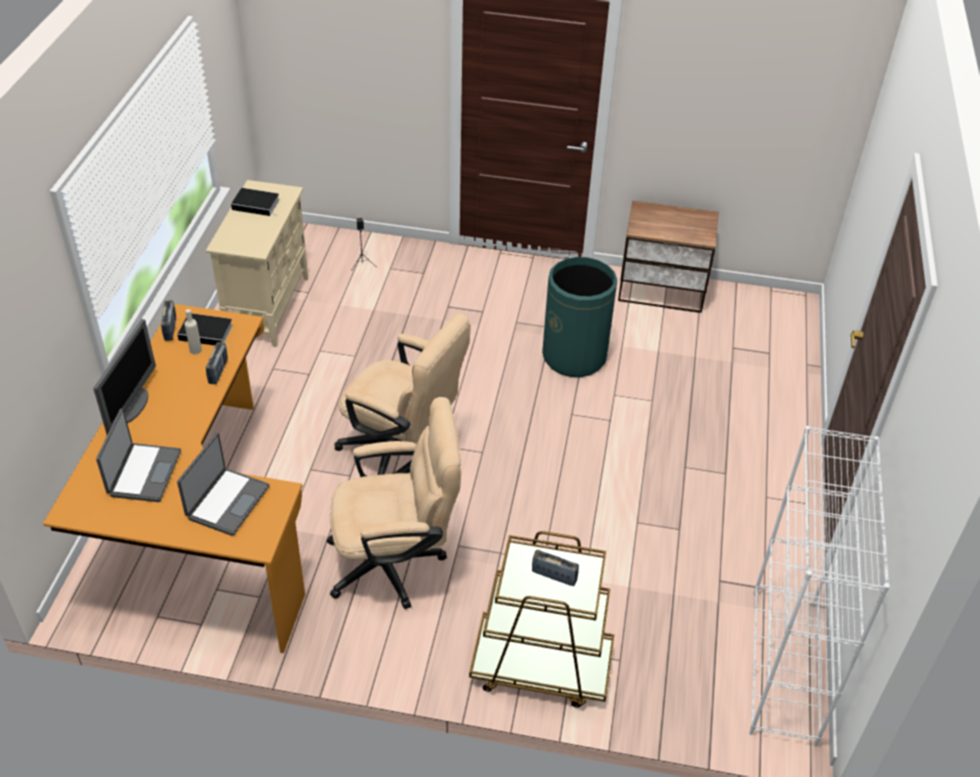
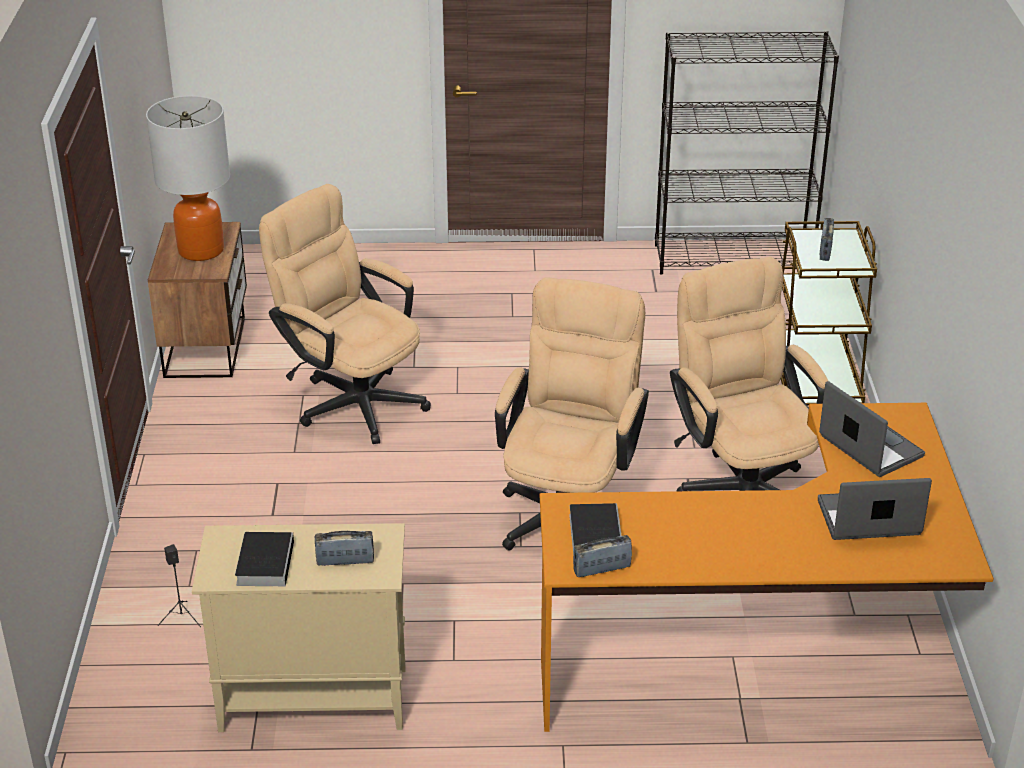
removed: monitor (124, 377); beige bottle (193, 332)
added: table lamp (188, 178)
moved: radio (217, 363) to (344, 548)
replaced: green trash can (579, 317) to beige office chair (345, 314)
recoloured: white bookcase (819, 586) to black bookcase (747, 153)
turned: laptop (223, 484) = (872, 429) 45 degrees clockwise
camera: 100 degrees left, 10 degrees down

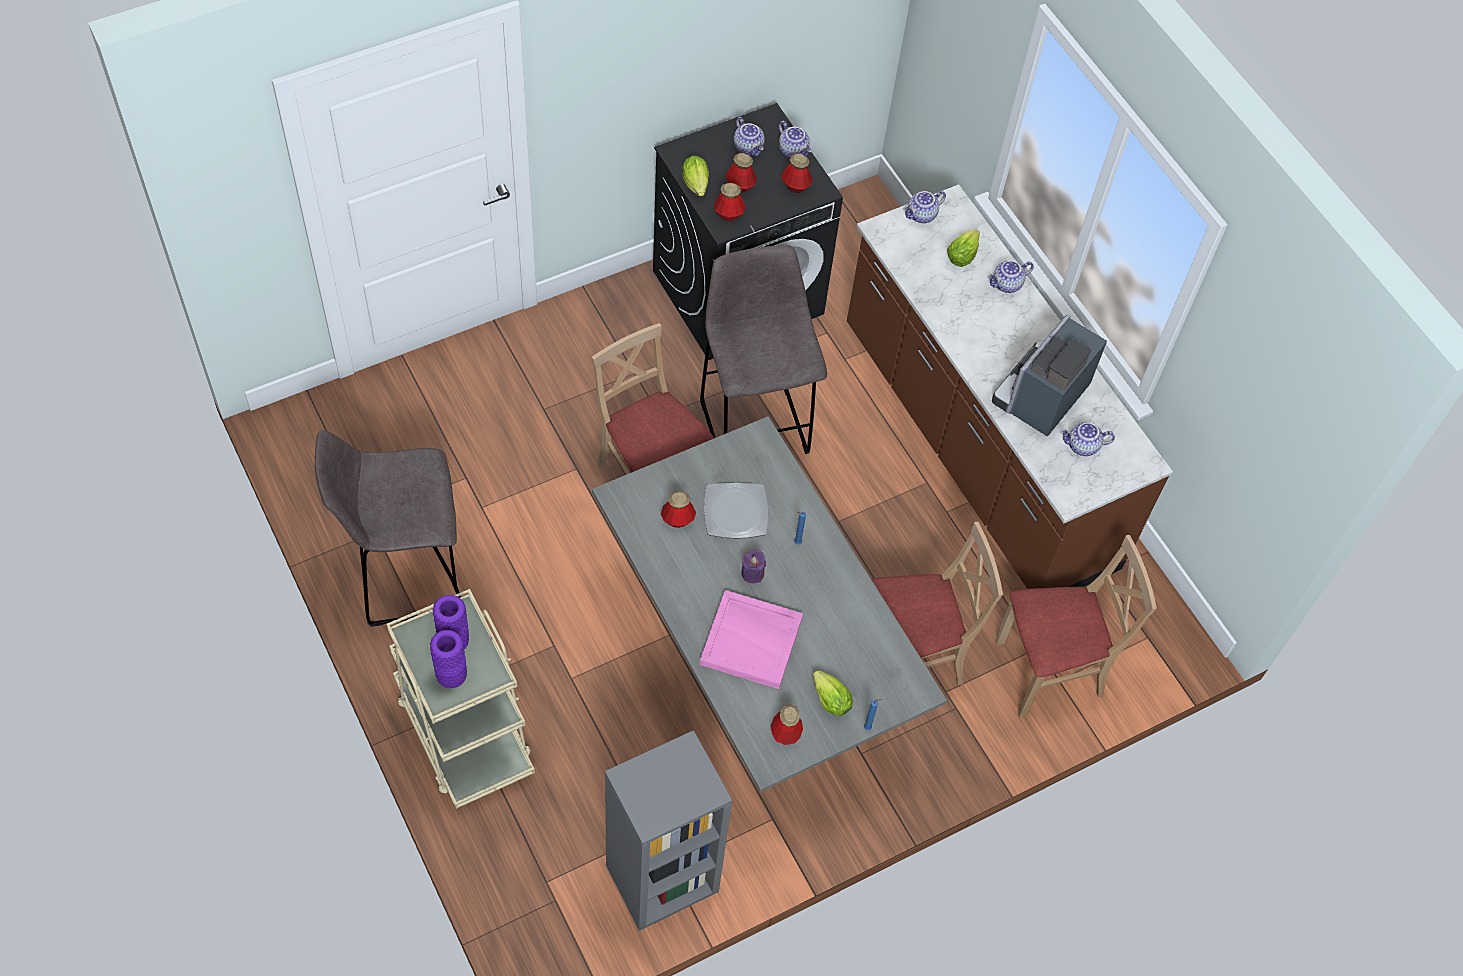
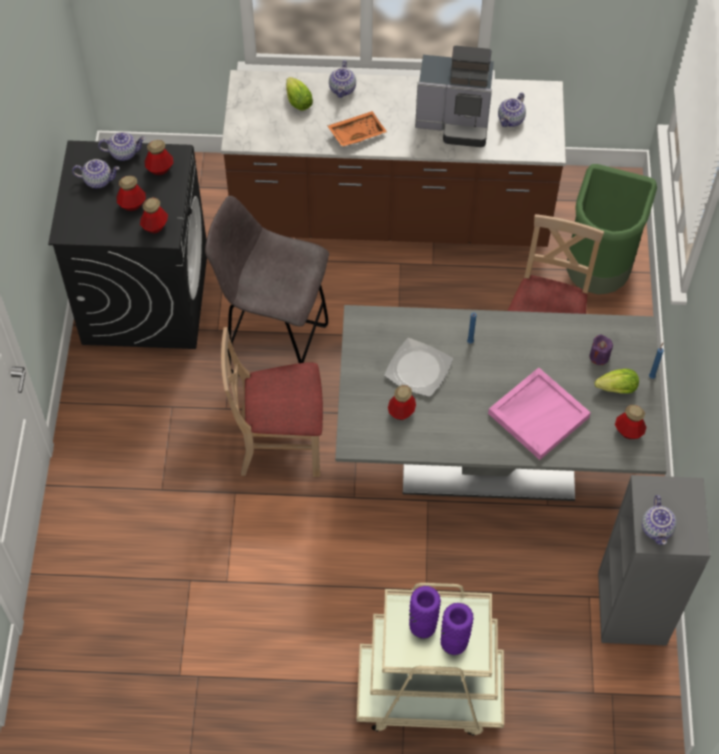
removed: grey stool (388, 528); lettuce (695, 176)
added: orange tray (357, 129)
moved: purple candle (753, 566) to (601, 349); teapot (924, 207) to (659, 520)
replaced: beige chair (1076, 626) to green trash can (612, 229)
turned: coffee machine (1049, 375) = (454, 96) 60 degrees counterclockwise
camera: 55 degrees left, 0 degrees up

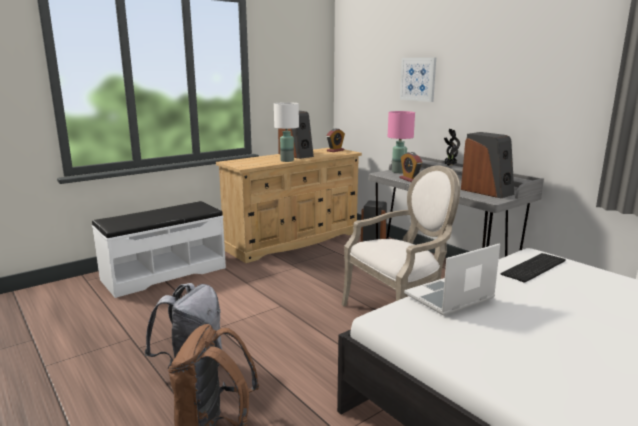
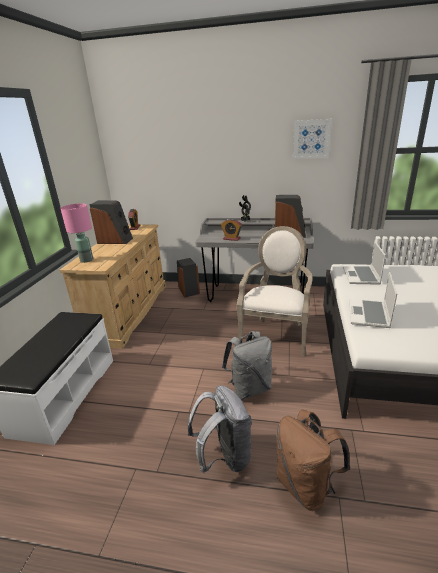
removed: white table lamp (286, 132)
added: grey backpack (247, 365)
moved: pink table lamp (401, 142) to (76, 233); picture (418, 79) to (312, 139)
replaced: keyboard (533, 268) to laptop (364, 263)
camera: 40 degrees left, 10 degrees up

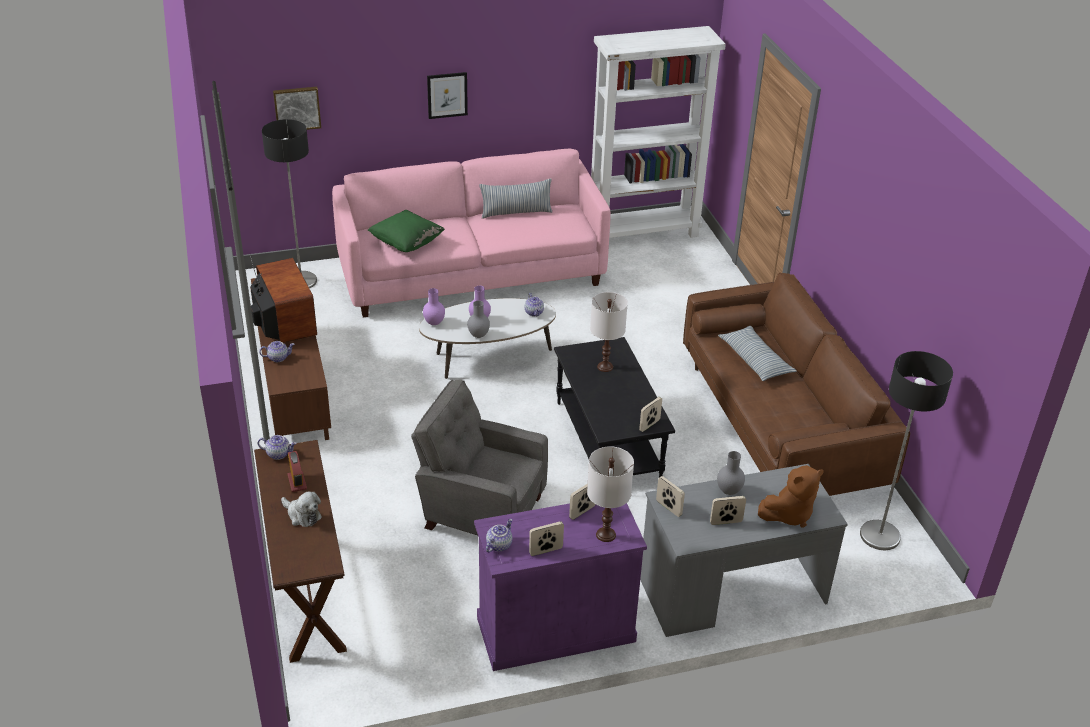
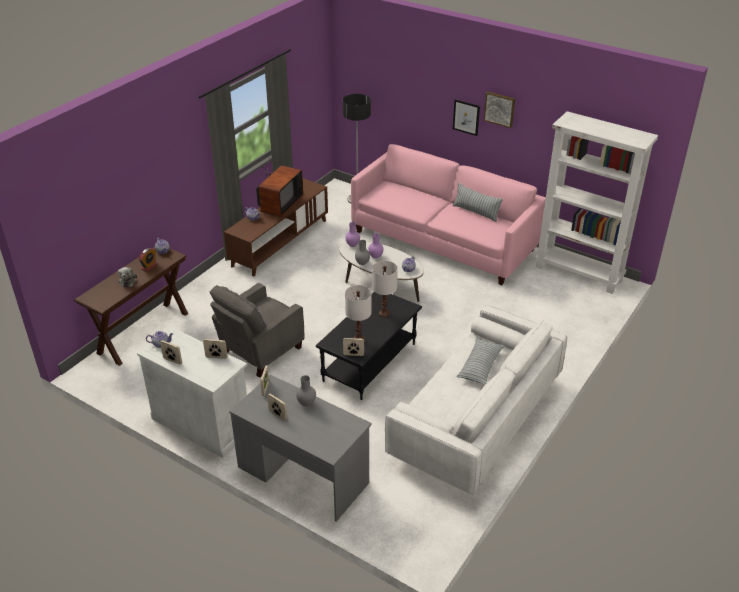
removed: green pillow (406, 231); brown plush toy (791, 496); floor lamp (906, 450)
moved: picture (297, 108) to (499, 110); white table lamp (610, 494) to (358, 312)
recoloured: purple cabinet (560, 587) to white cabinet (192, 392); brown sofa (796, 384) to white sofa (476, 400)
turned: grey armchair (479, 457) = (257, 330) 120 degrees counterclockwise
camera: 50 degrees right, 0 degrees up

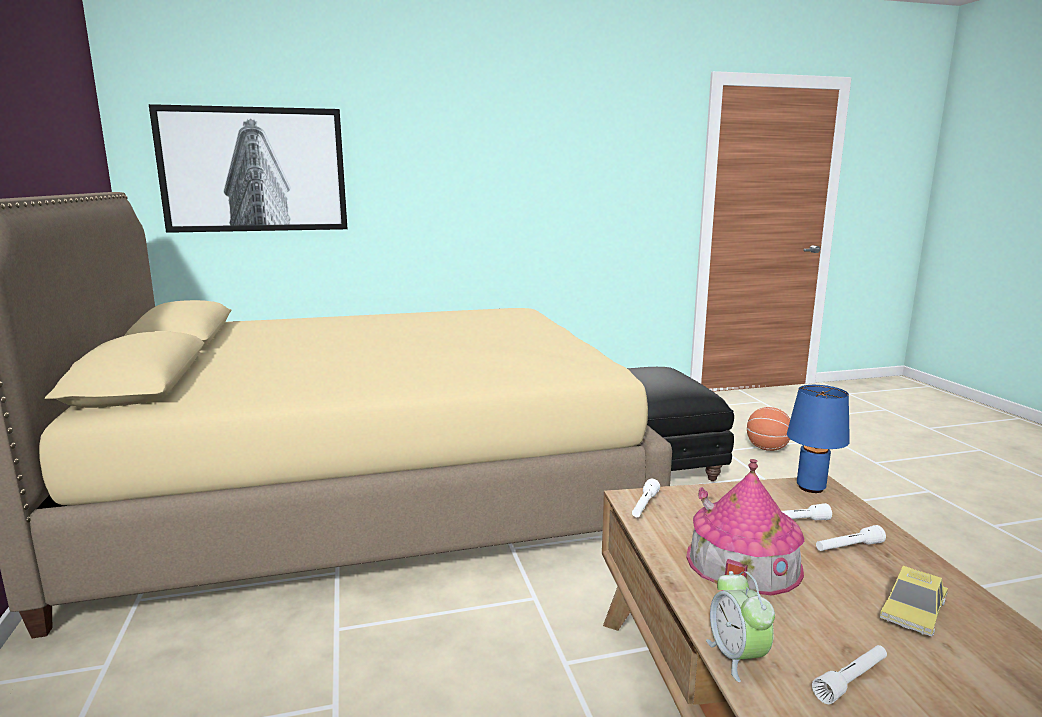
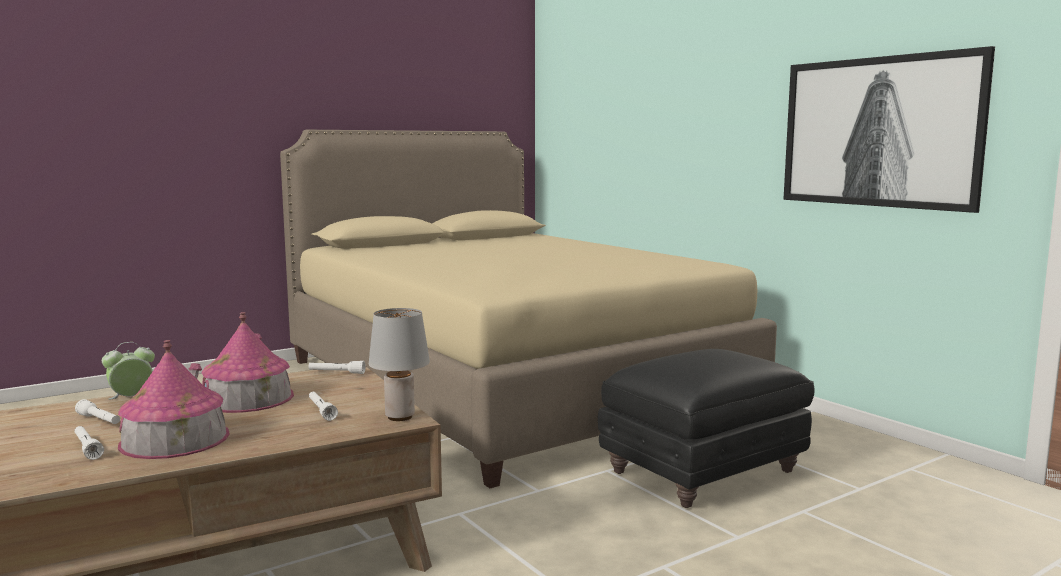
removed: basketball (768, 429)
moved: picture (248, 168) to (889, 129); white flashlight (851, 538) to (89, 443)
replaced: toy car (914, 601) to toy house (174, 399)
recoloured: blue table lamp (818, 439) to grey table lamp (399, 364)
camera: 70 degrees right, 5 degrees down

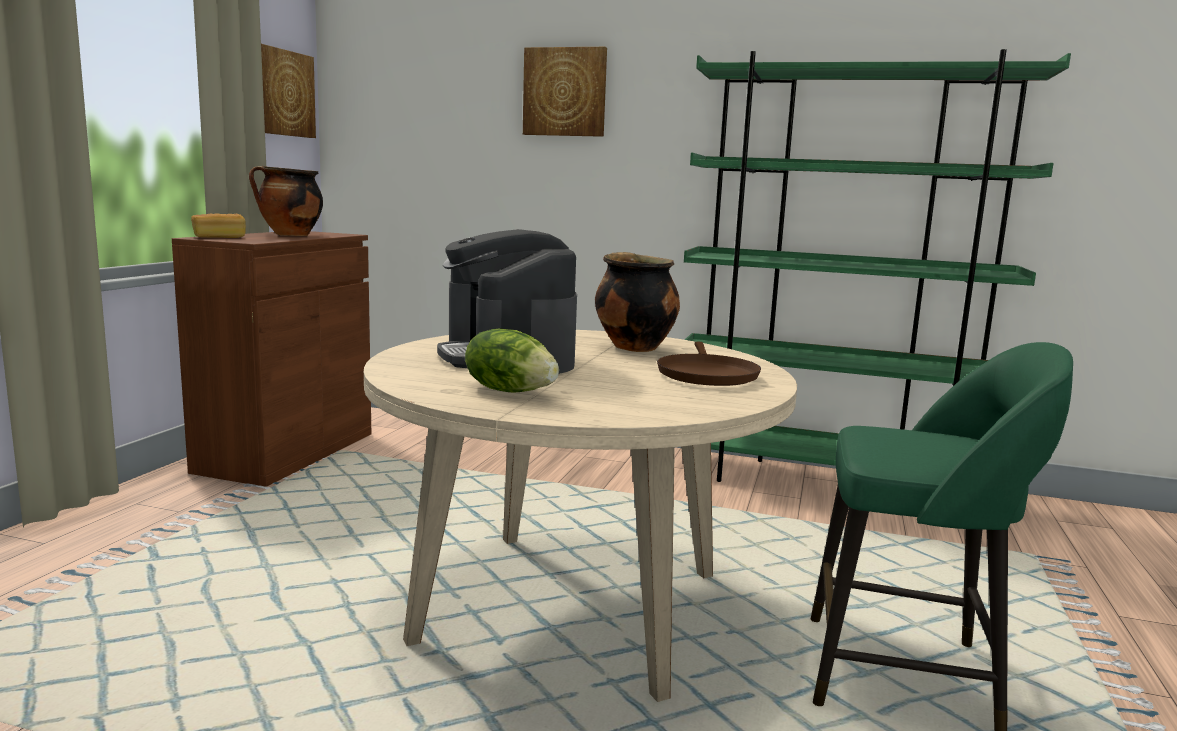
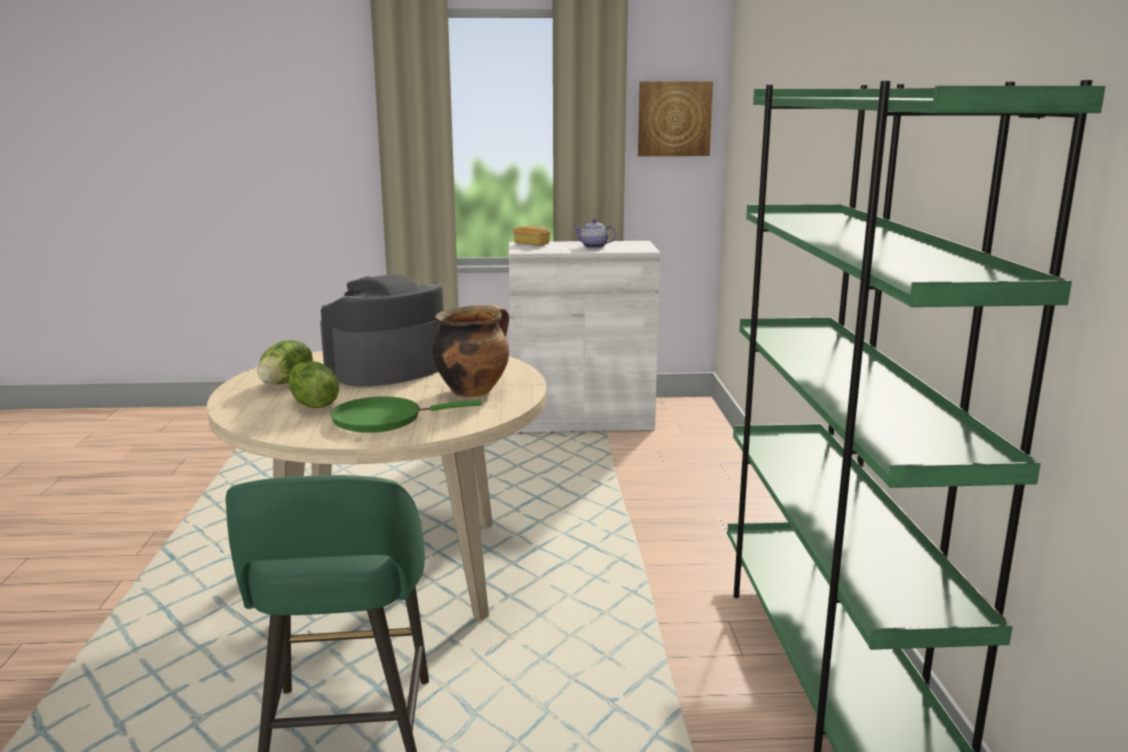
removed: picture (565, 92)
added: lettuce (313, 384)
replaced: cooking pot (286, 201) to teapot (594, 233)
recoloured: brown cabinet (271, 359) to white cabinet (585, 337); brown frying pan (709, 364) to green frying pan (406, 415)
camera: 70 degrees right, 5 degrees up

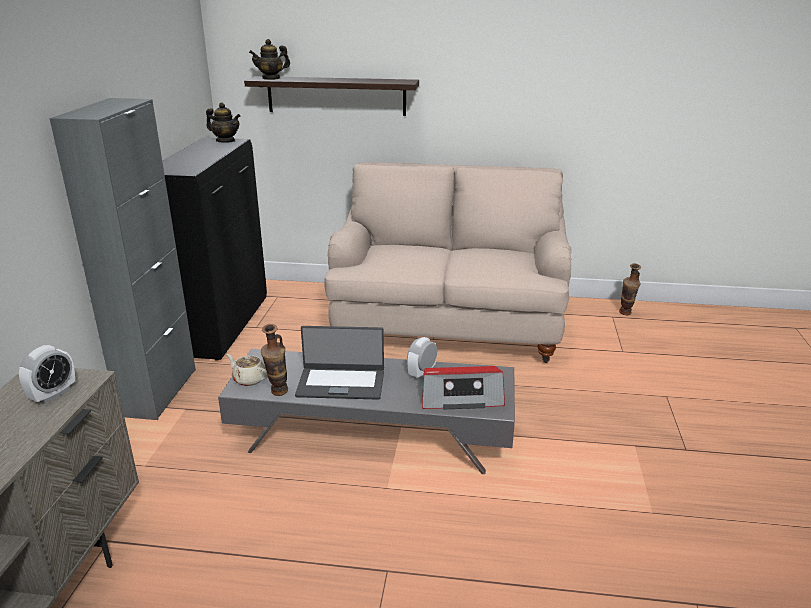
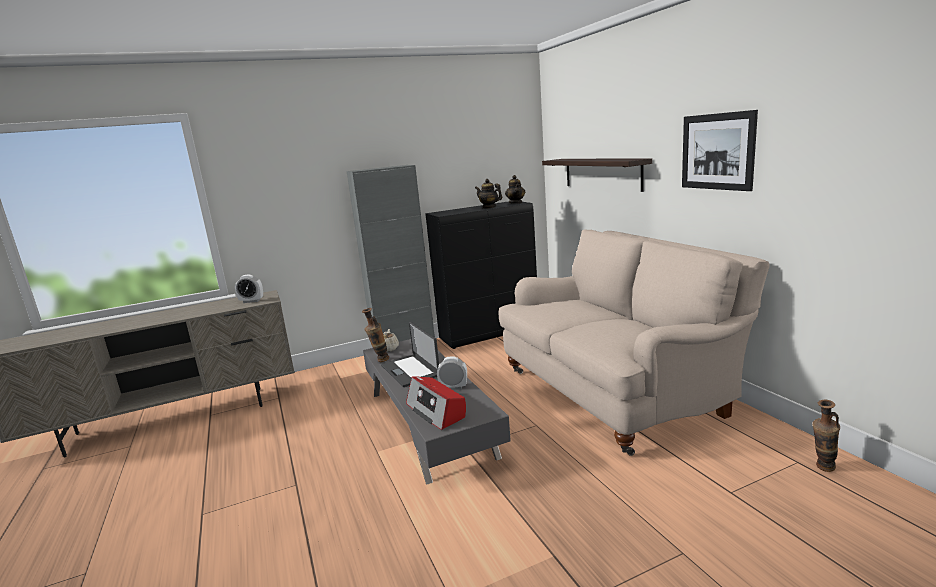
added: picture (720, 150)
moved: teapot (269, 59) to (488, 194)
camera: 60 degrees right, 10 degrees down

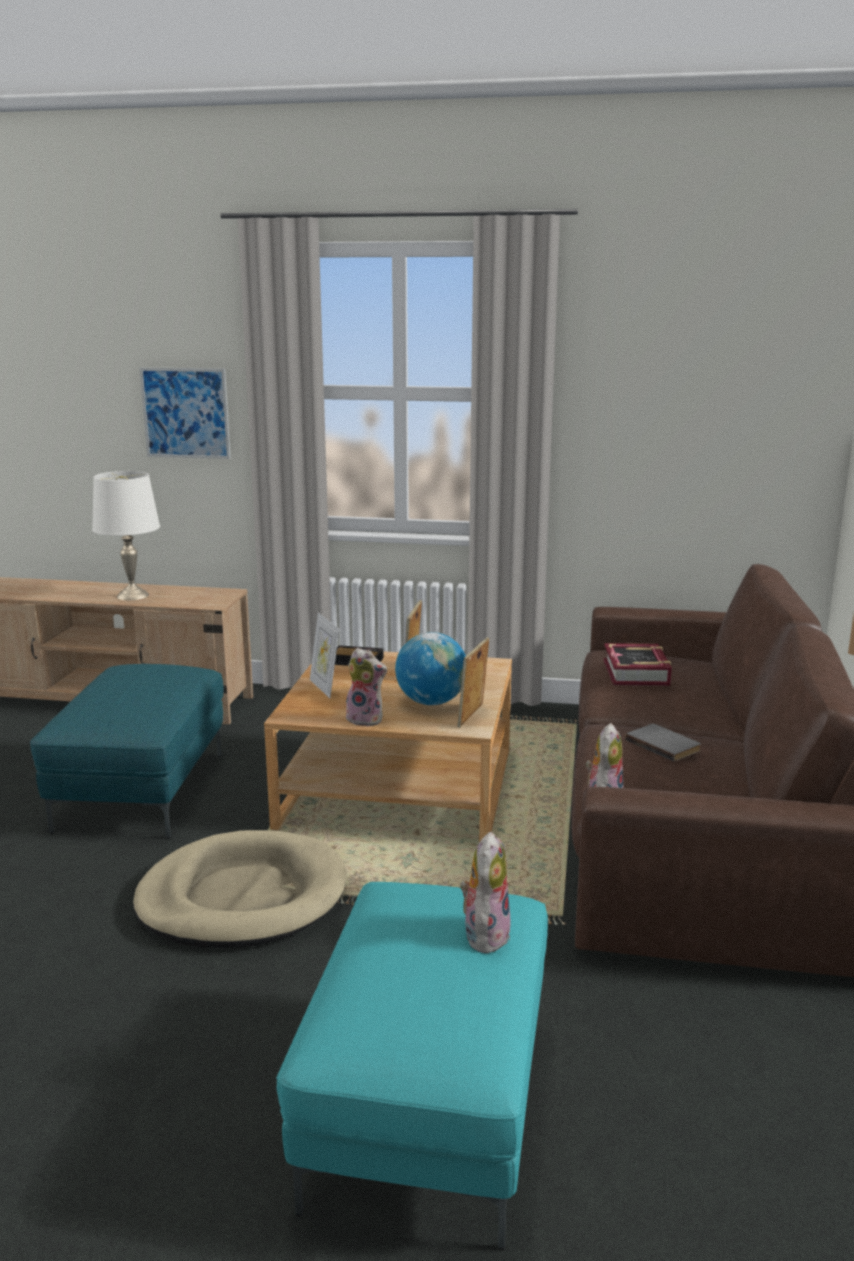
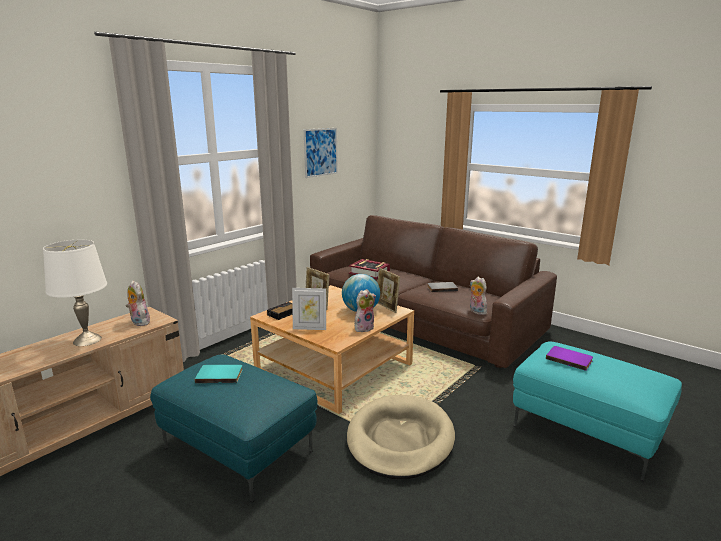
added: turquoise book (219, 374); purple book (569, 358)
moved: picture (185, 413) to (321, 153); plush toy (485, 892) to (138, 303)
camera: 60 degrees left, 0 degrees up

